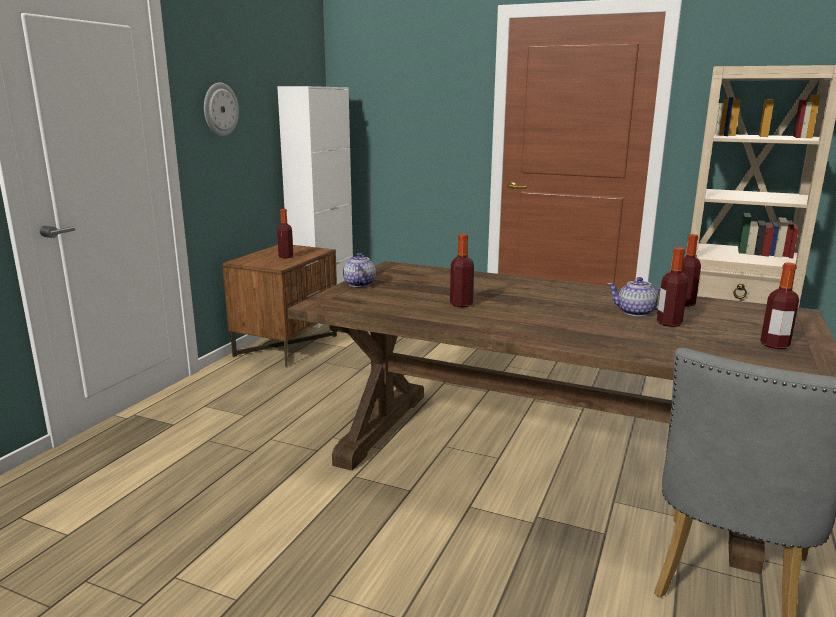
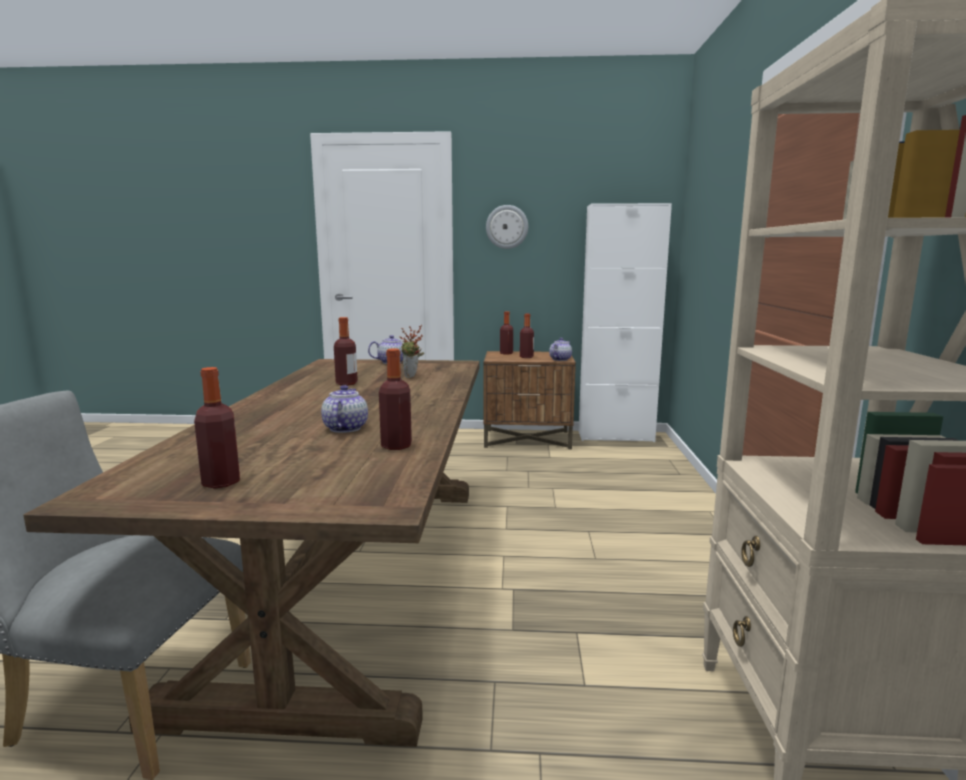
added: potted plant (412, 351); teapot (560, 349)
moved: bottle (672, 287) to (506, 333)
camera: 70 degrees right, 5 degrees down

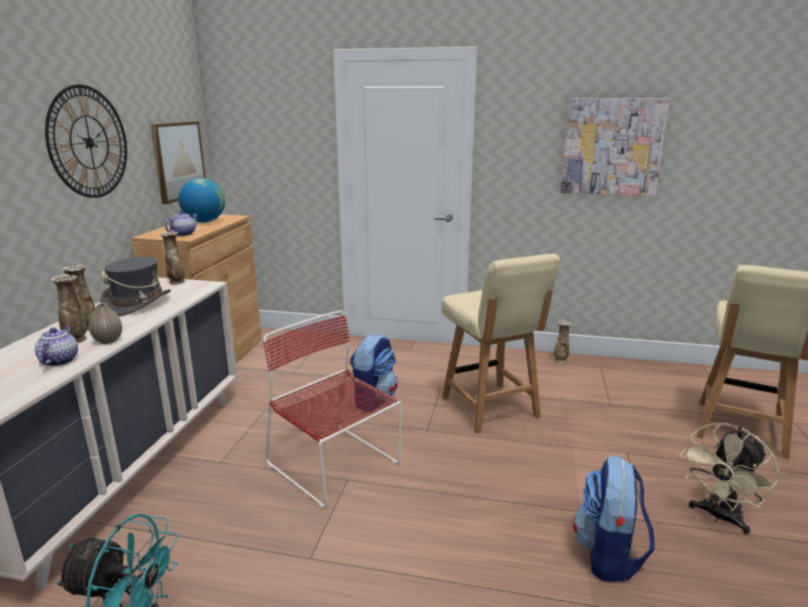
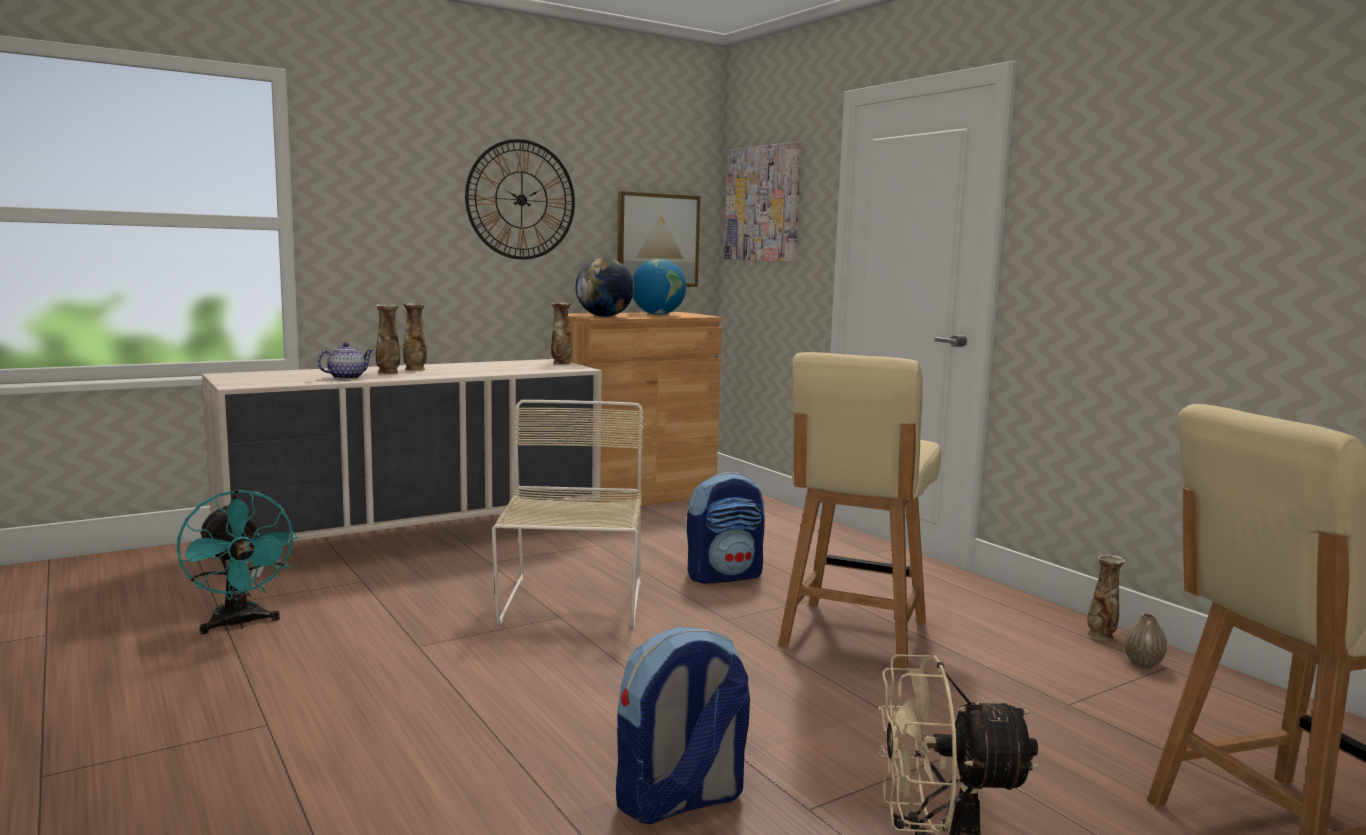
removed: grey hat (135, 286)
moved: vase (105, 323) to (1145, 640); picture (615, 147) to (763, 201)
replaced: teapot (181, 223) to globe (605, 287)
recoloured: red chair (332, 409) to beige chair (568, 514)
camera: 45 degrees right, 10 degrees down

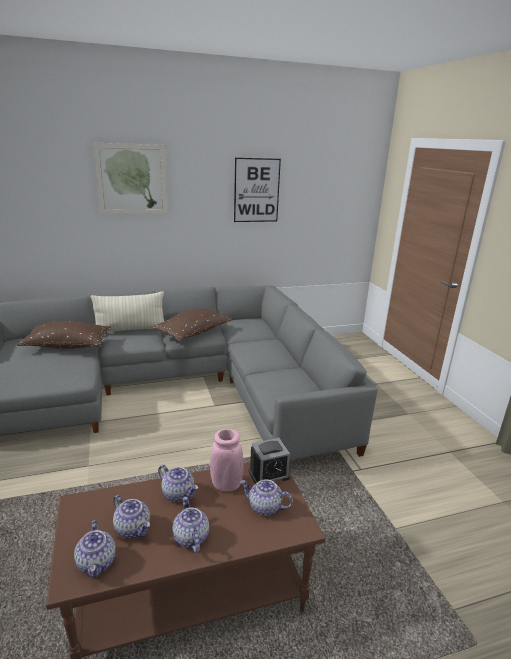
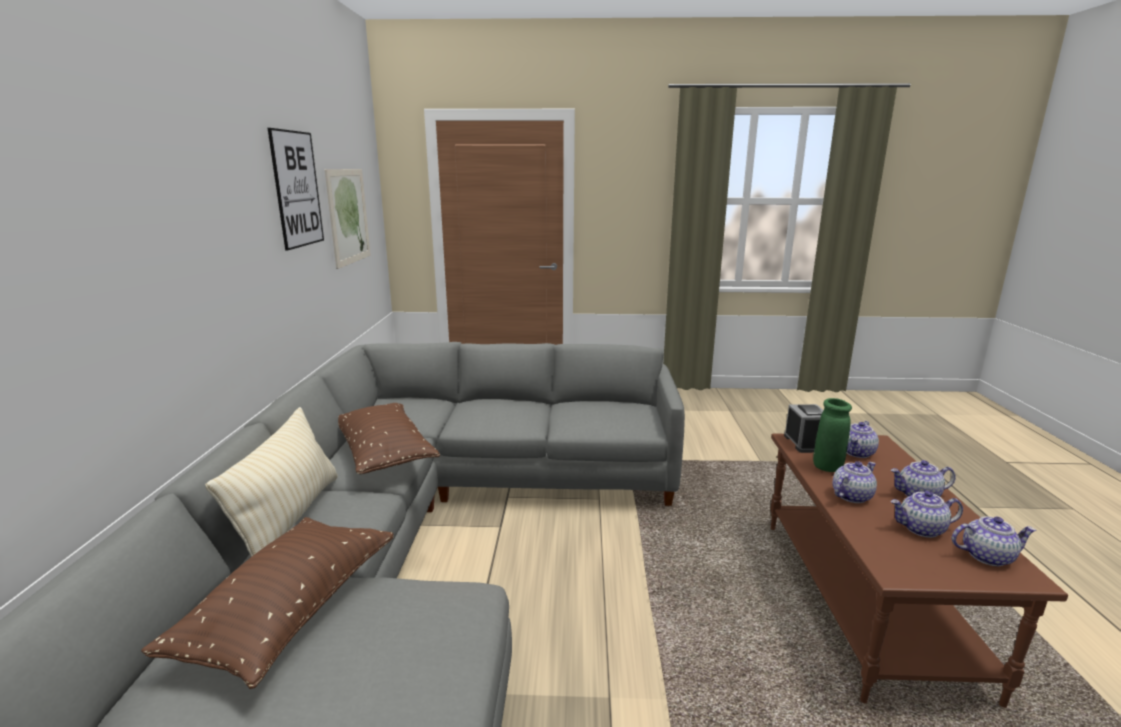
moved: picture (130, 178) to (348, 219)
recoloured: pink vase (227, 460) to green vase (832, 435)
turned: teapot (131, 516) = (927, 514) 150 degrees counterclockwise
camera: 70 degrees left, 5 degrees down

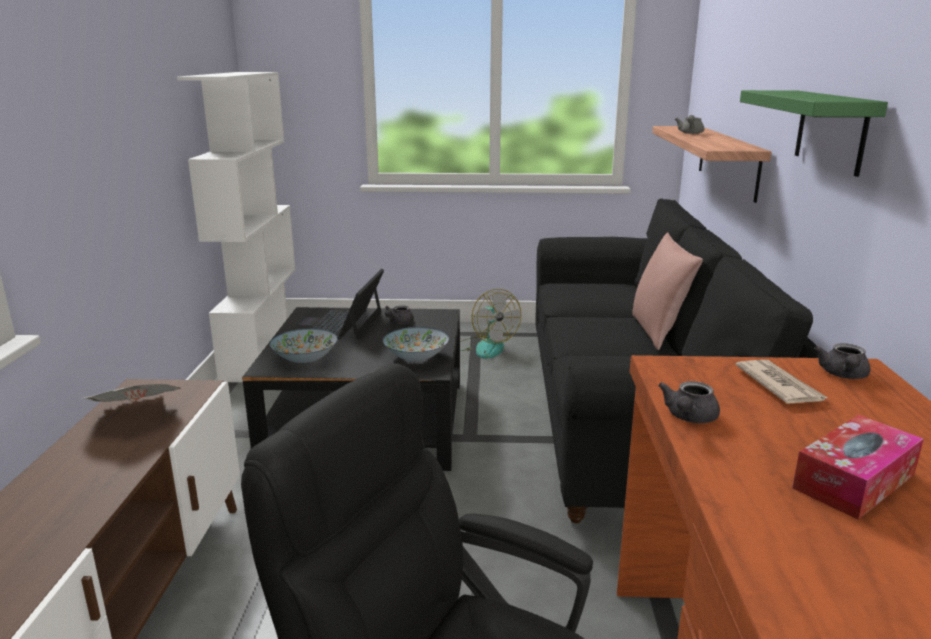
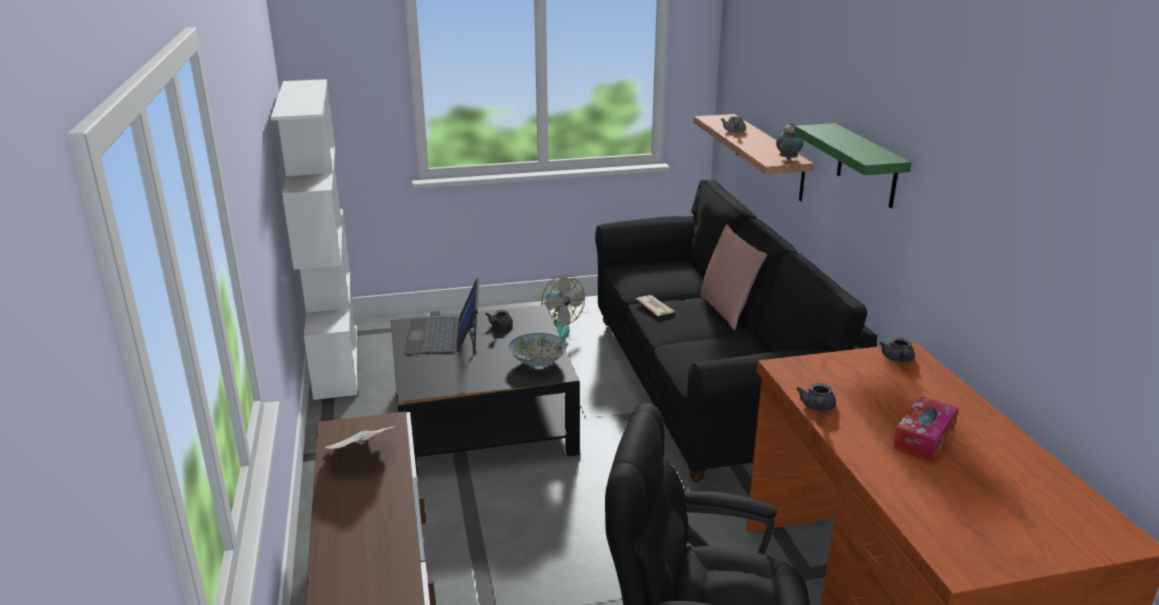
removed: bowl (303, 346)
added: teapot (789, 141)
moved: newspaper (781, 382) to (655, 305)
camera: 15 degrees left, 5 degrees up

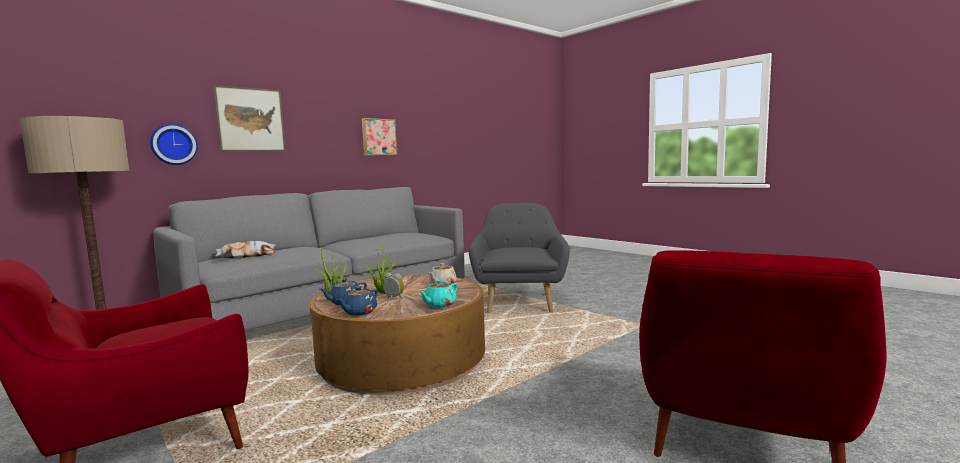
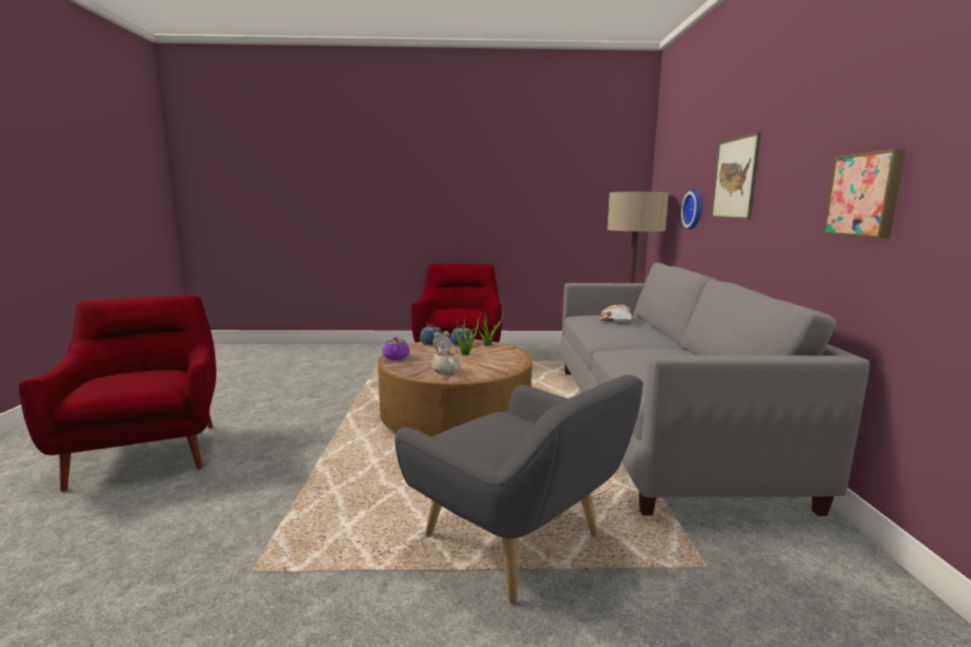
recoloured: turquoise teapot (438, 294) to purple teapot (396, 348)
camera: 130 degrees right, 5 degrees up

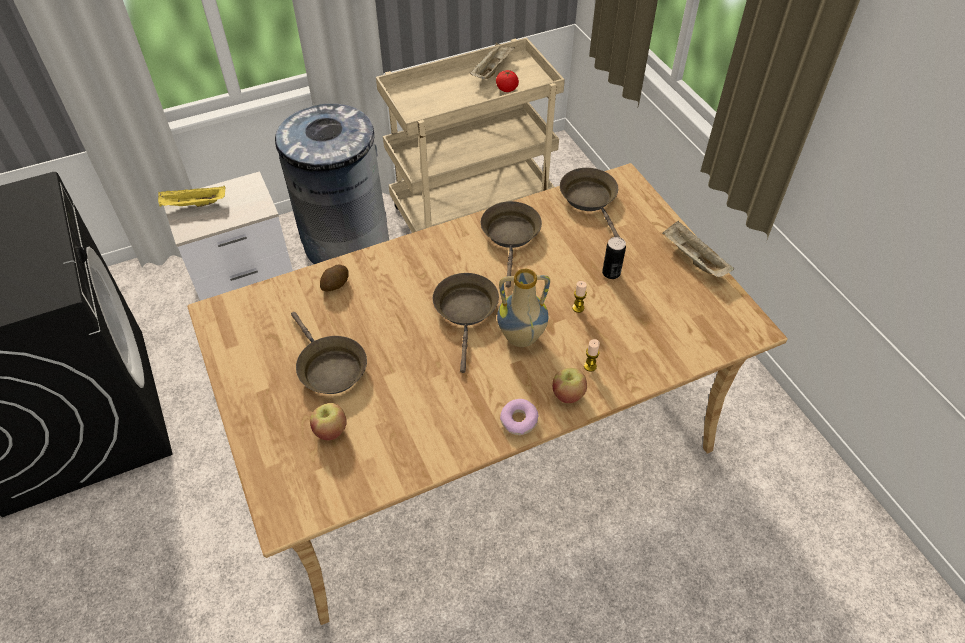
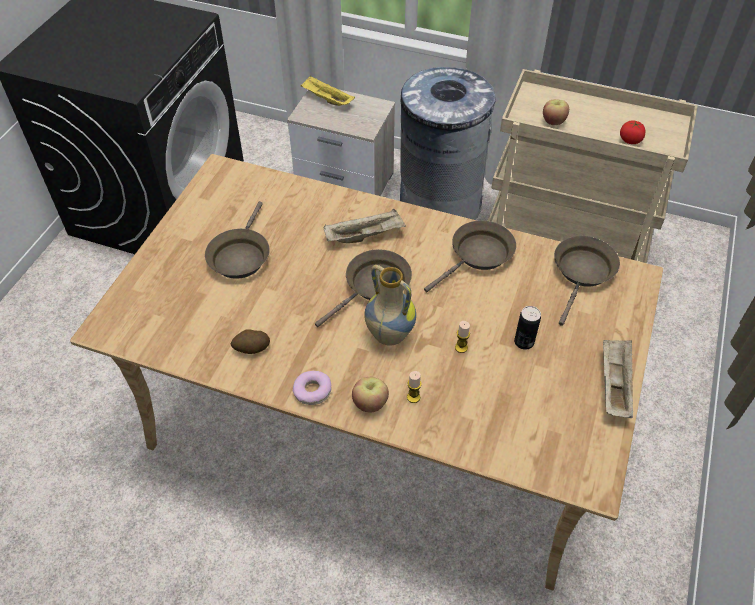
moved: apple (328, 421) to (556, 112); potato (334, 277) to (250, 341); beige tray (492, 60) to (365, 226)
camera: 45 degrees right, 0 degrees up

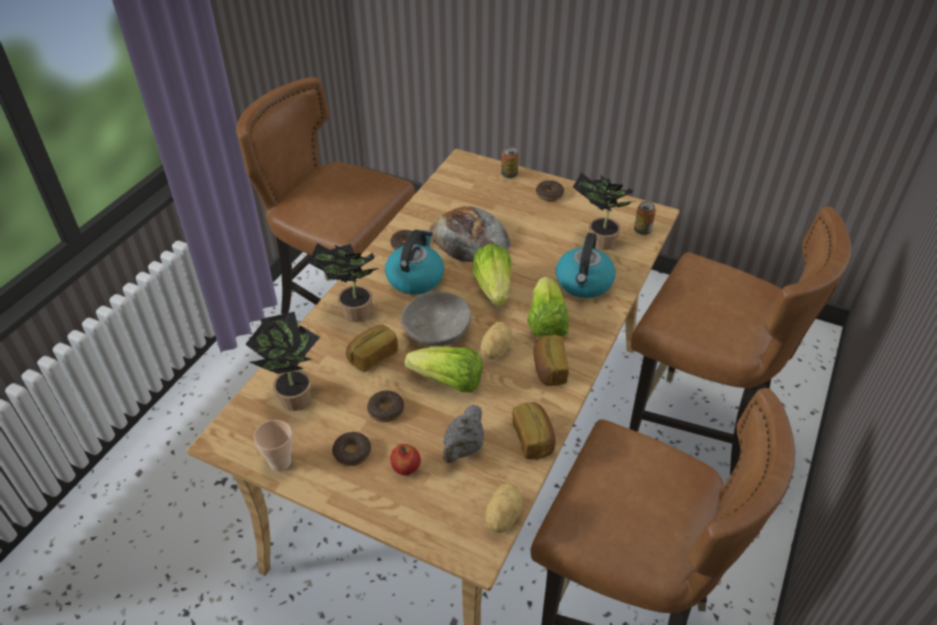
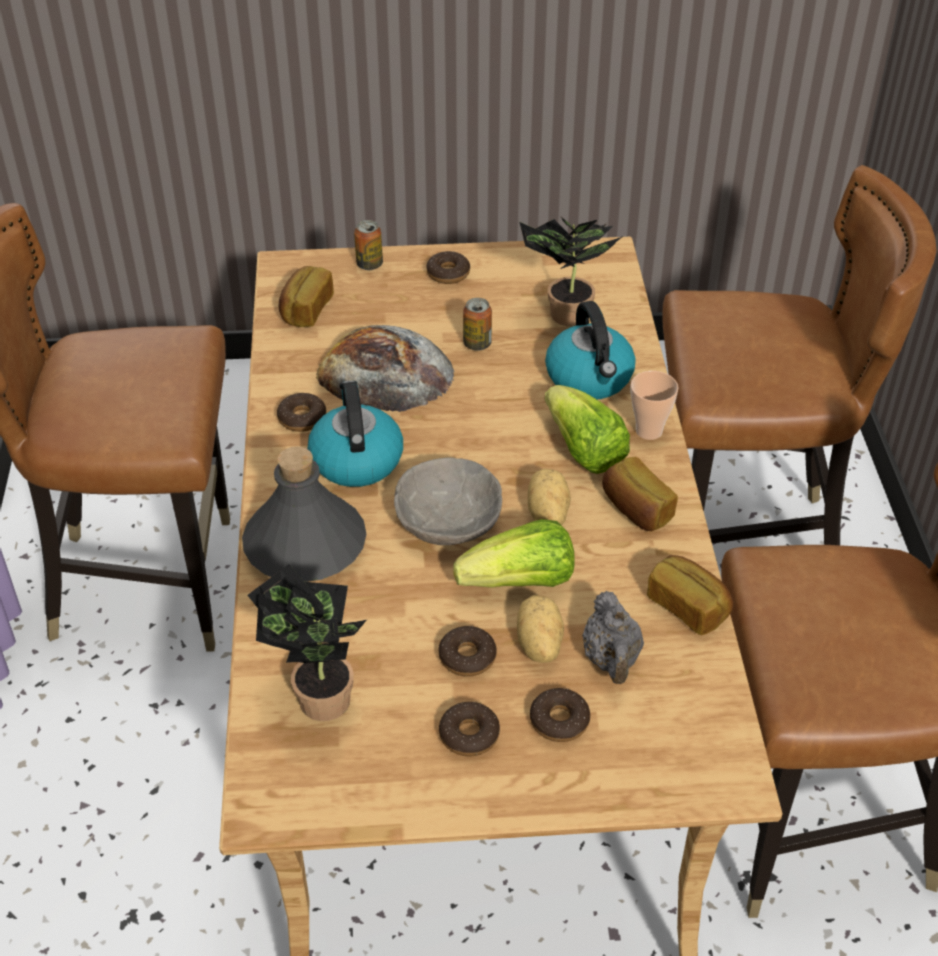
removed: lettuce (492, 275)
moved: cup (273, 445) to (655, 405); bread (372, 348) to (306, 296); potato (504, 508) to (540, 629); can (645, 218) to (477, 324)
replaced: potted plant (343, 282) to grey bottle (304, 514); apple (405, 459) to donut (560, 715)
camera: 30 degrees left, 0 degrees up

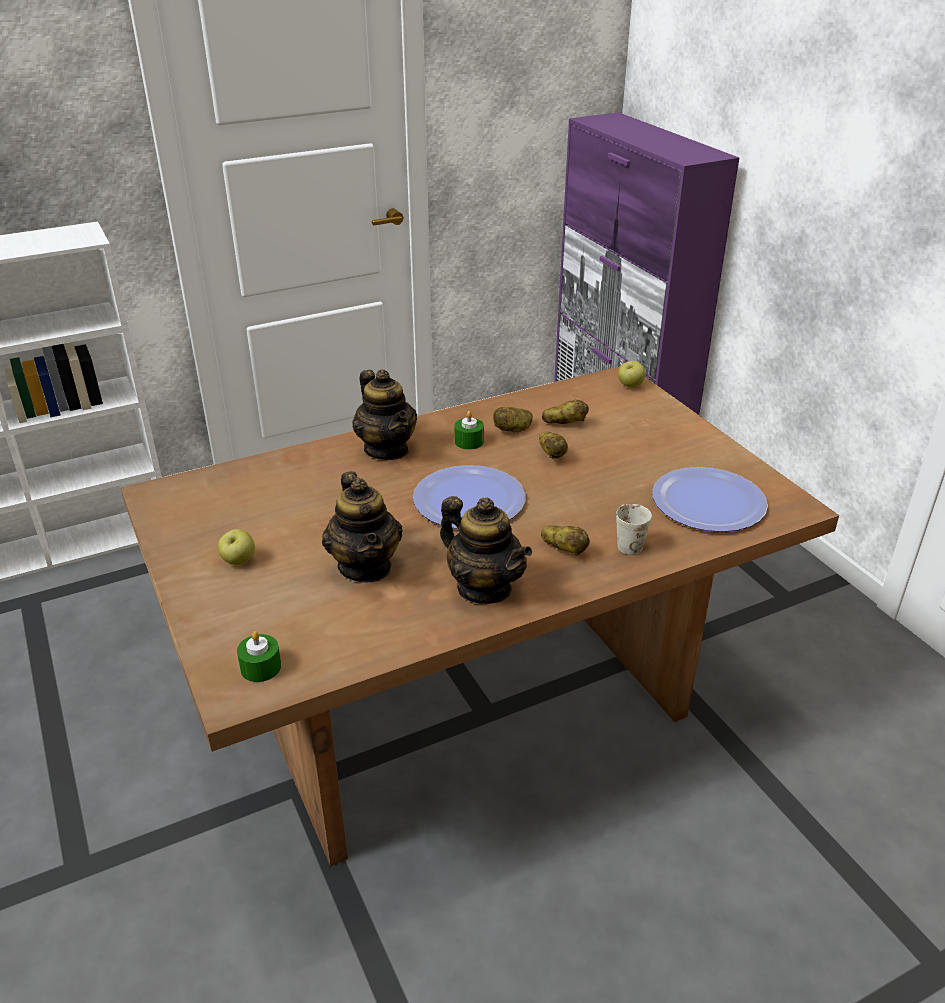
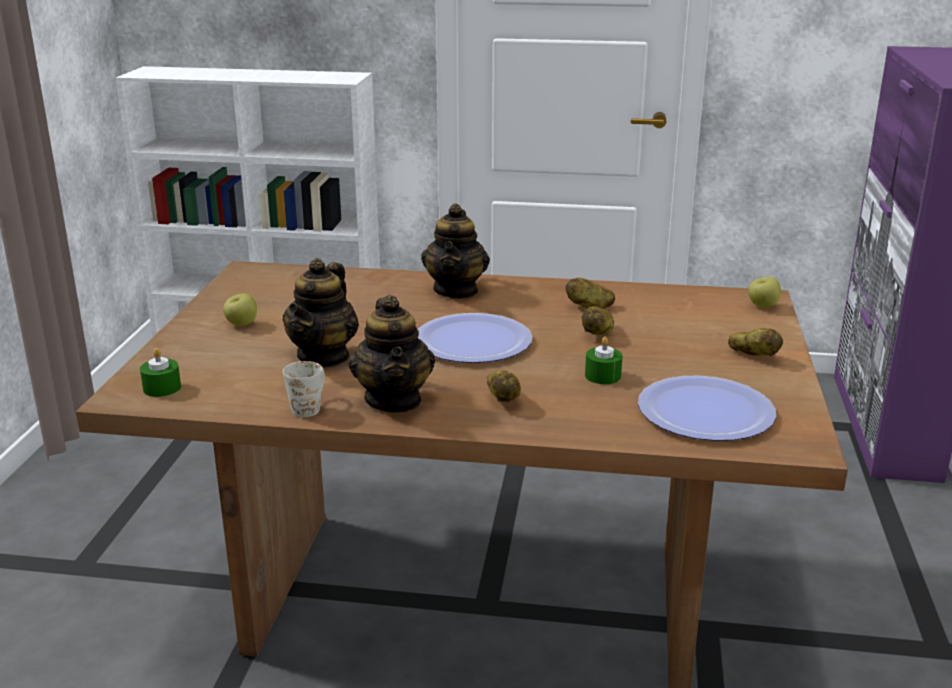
moved: green candle (469, 430) to (604, 360); potato (565, 412) to (755, 342); white mug (634, 529) to (304, 389)
camera: 35 degrees right, 10 degrees down

